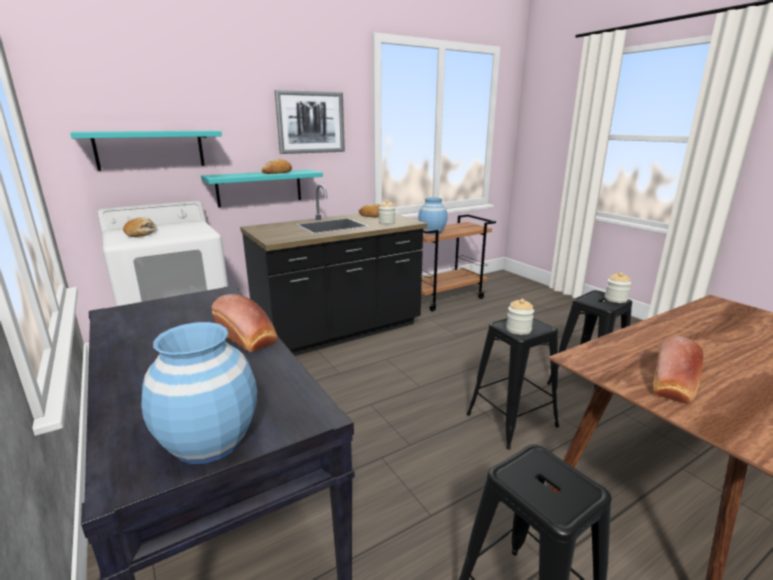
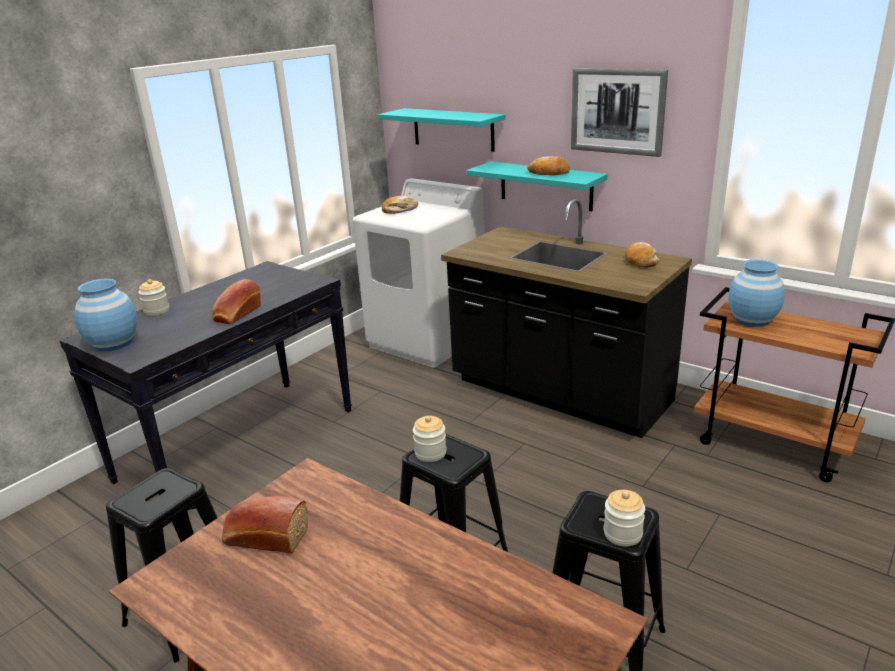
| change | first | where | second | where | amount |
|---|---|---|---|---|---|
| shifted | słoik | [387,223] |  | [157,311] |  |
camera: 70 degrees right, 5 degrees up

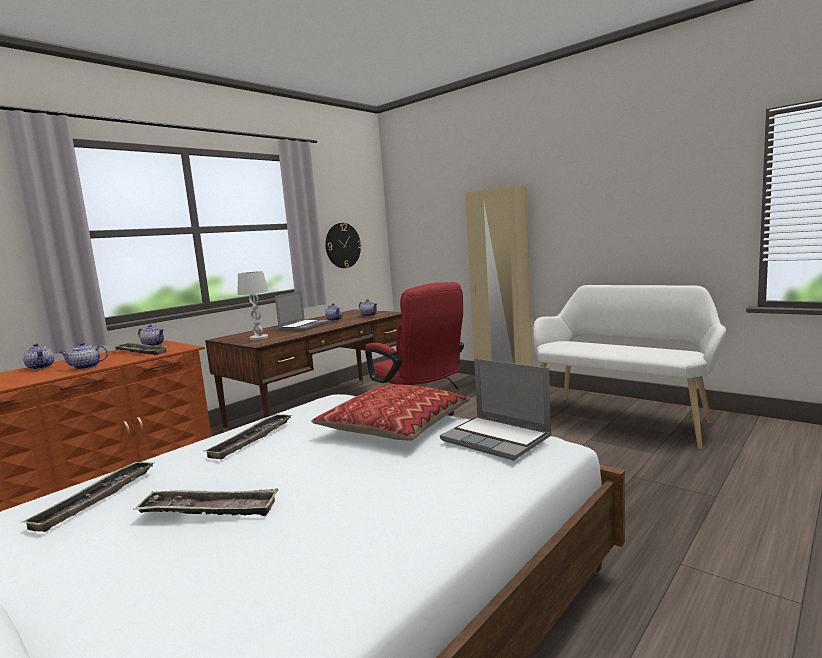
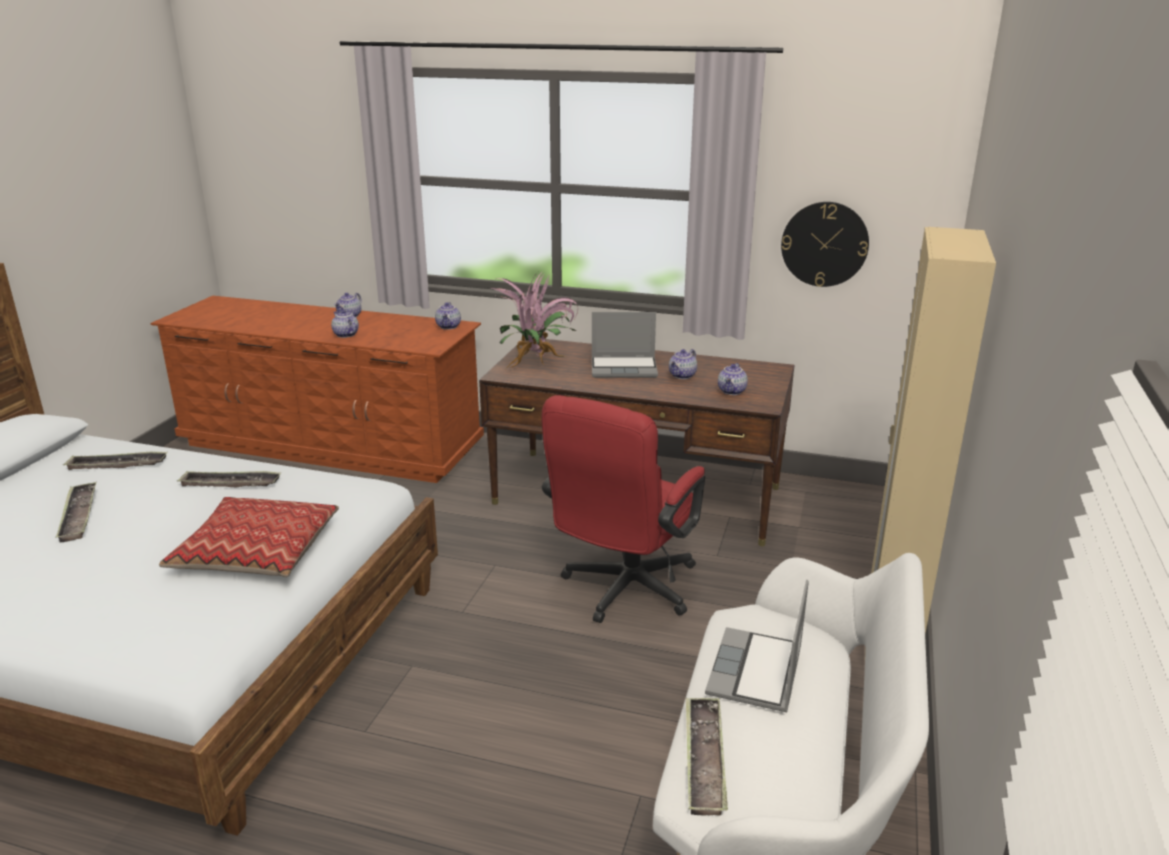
| change | first | where | second | where | amount |
|---|---|---|---|---|---|
| swapped | lampa stołowa/biały | [259,338] | roślina doniczkowa | [537,364] |  |
| shifted | taca | [141,352] |  | [704,760] |  |
| shifted | laptop | [497,439] |  | [756,673] |  |
camera: 65 degrees right, 15 degrees up

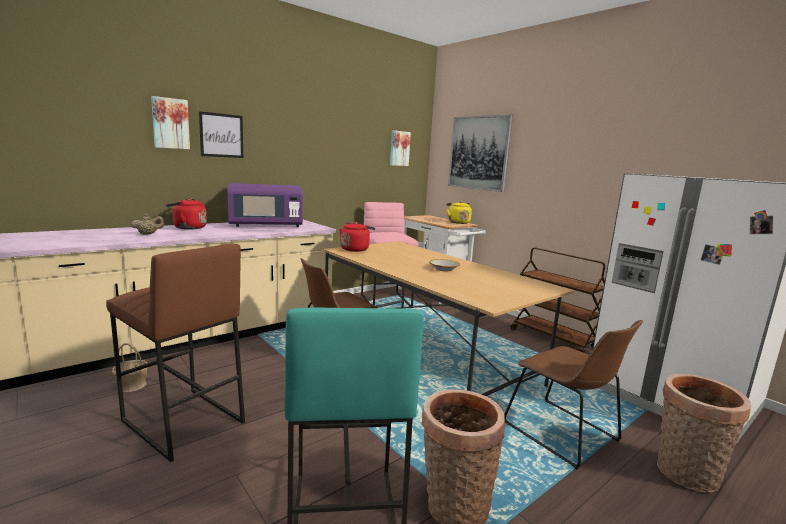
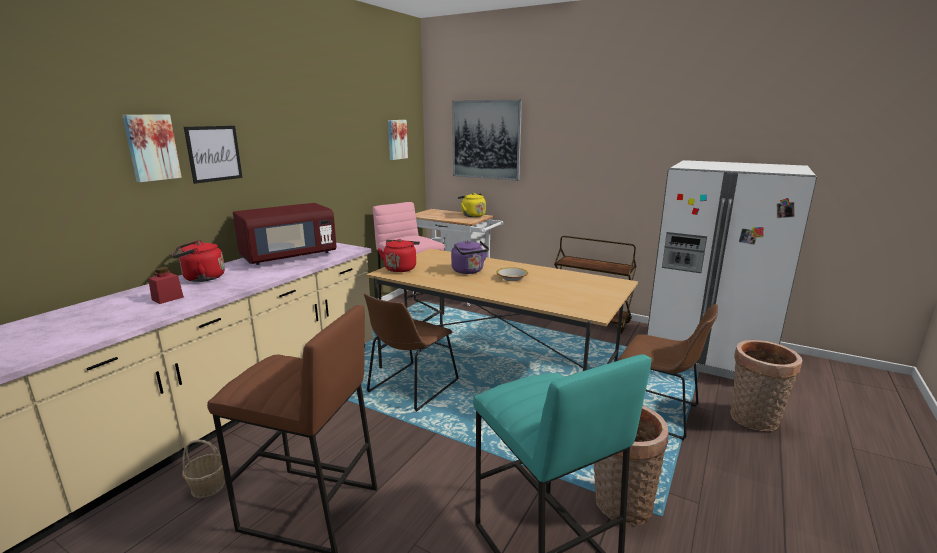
| change | first | where | second | where | amount |
|---|---|---|---|---|---|
| repainted | mikrofalówka/fioletowy | [266,225] | mikrofalówka/czerwony | [289,256] |  |
| swapped | imbryk/beżowy | [148,234] | słoik/czerwony | [167,298] |  |
| new |  |  | czajnik/fioletowy | [469,271] |  |
camera: 20 degrees left, 5 degrees up

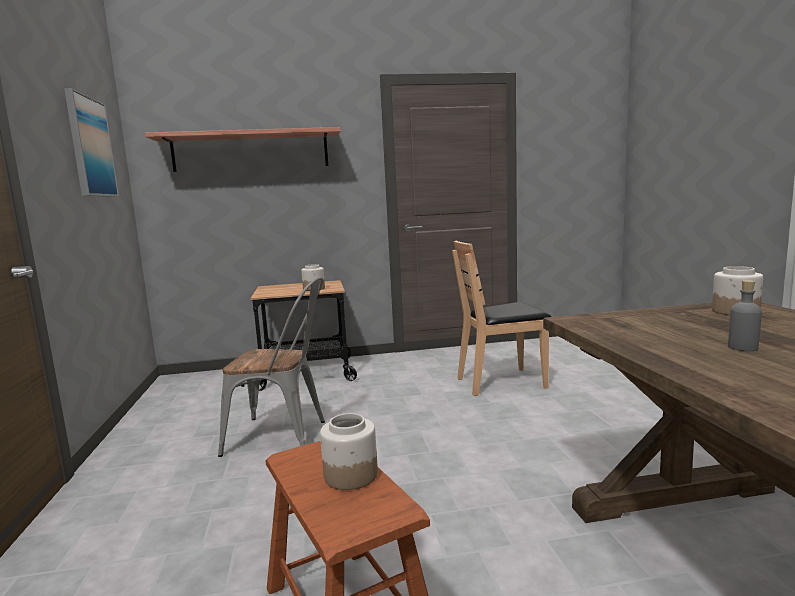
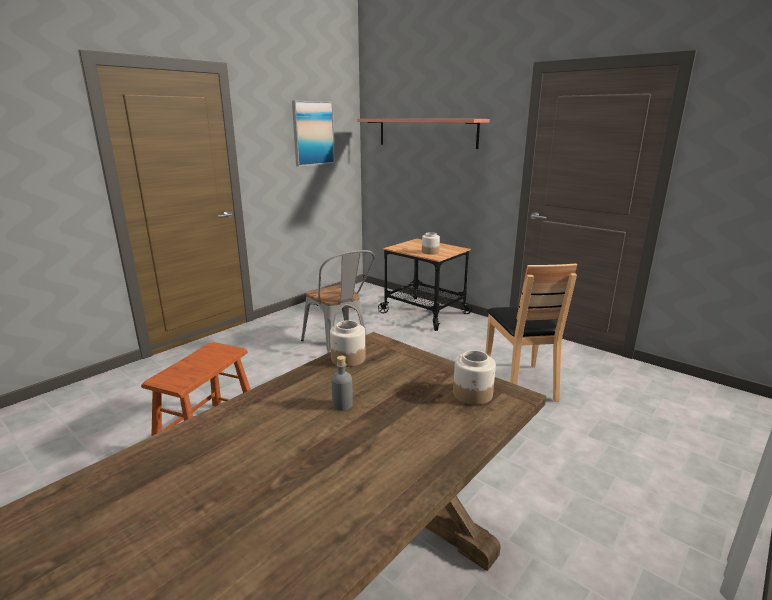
| change | first | where | second | where | amount |
|---|---|---|---|---|---|
| rotated | krzesło/brązowy | [501,382] |  | [520,383] | 135 degrees counterclockwise |
| shifted | słoik | [350,475] |  | [348,358] |  |
camera: 50 degrees right, 10 degrees up

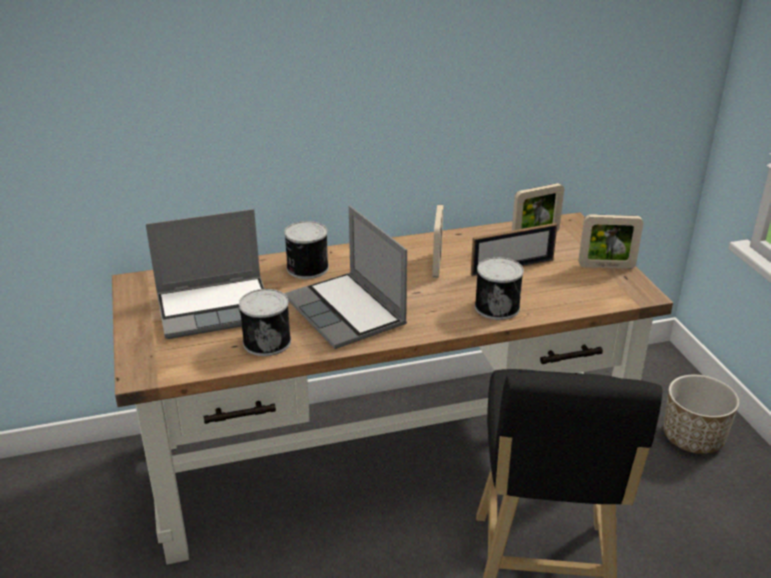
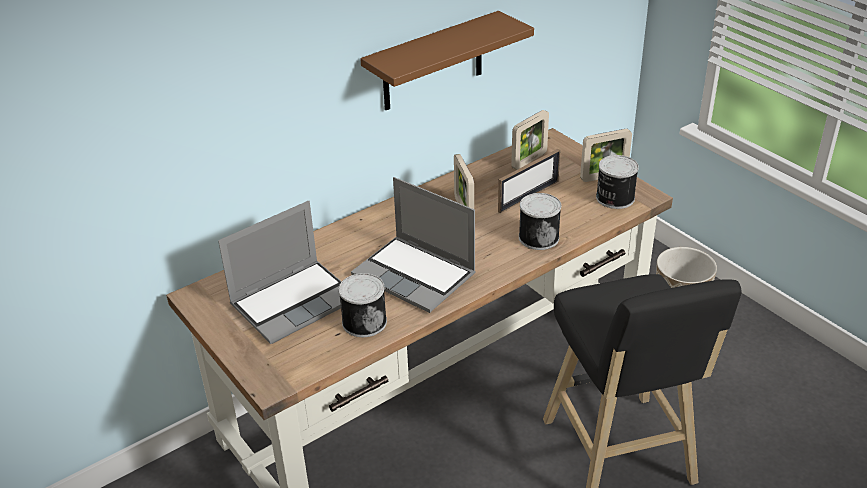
| change | first | where | second | where | amount |
|---|---|---|---|---|---|
| shifted | puszka | [306,268] |  | [614,198] |  |
| new |  |  | półka/brązowy | [433,62] |  |
camera: 20 degrees left, 5 degrees up

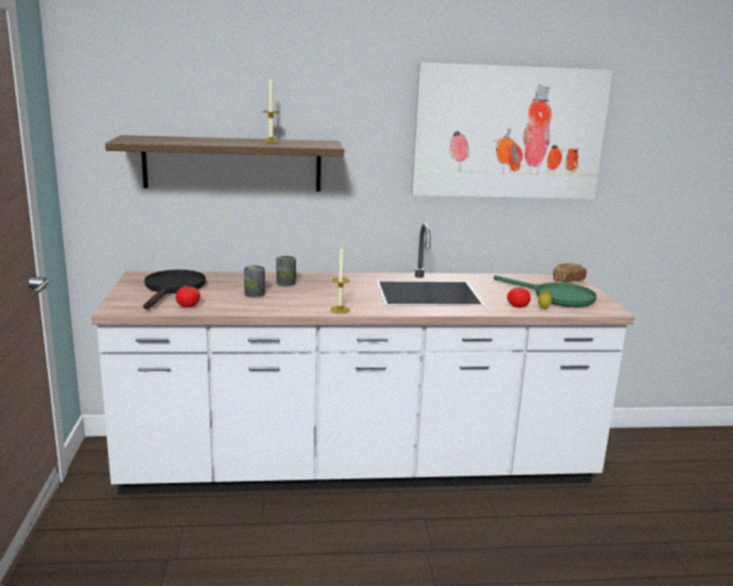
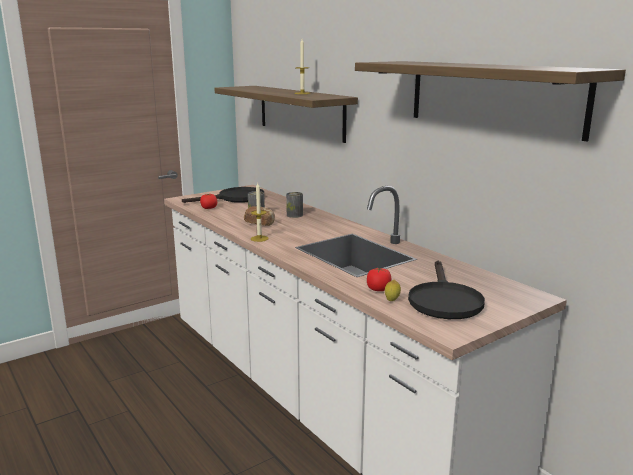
| change | first | where | second | where | amount |
|---|---|---|---|---|---|
| swapped | obraz | [508,132] | półka | [492,96] |  |
| shifted | chleb | [567,280] |  | [260,223] |  |
| repainted | patelnia/zielony | [555,297] | patelnia/czarny | [443,300] |  |
camera: 60 degrees right, 0 degrees up

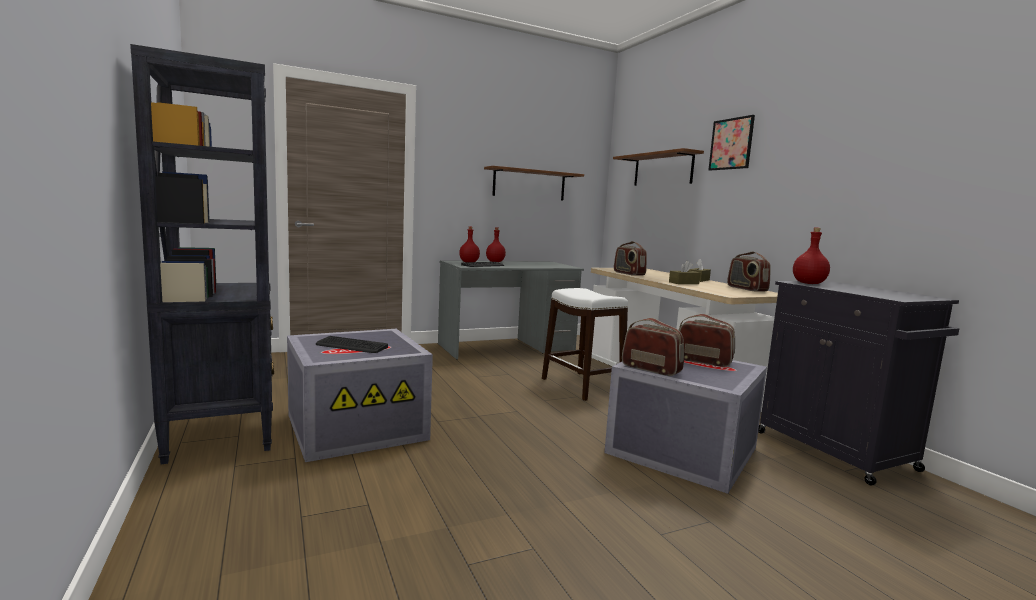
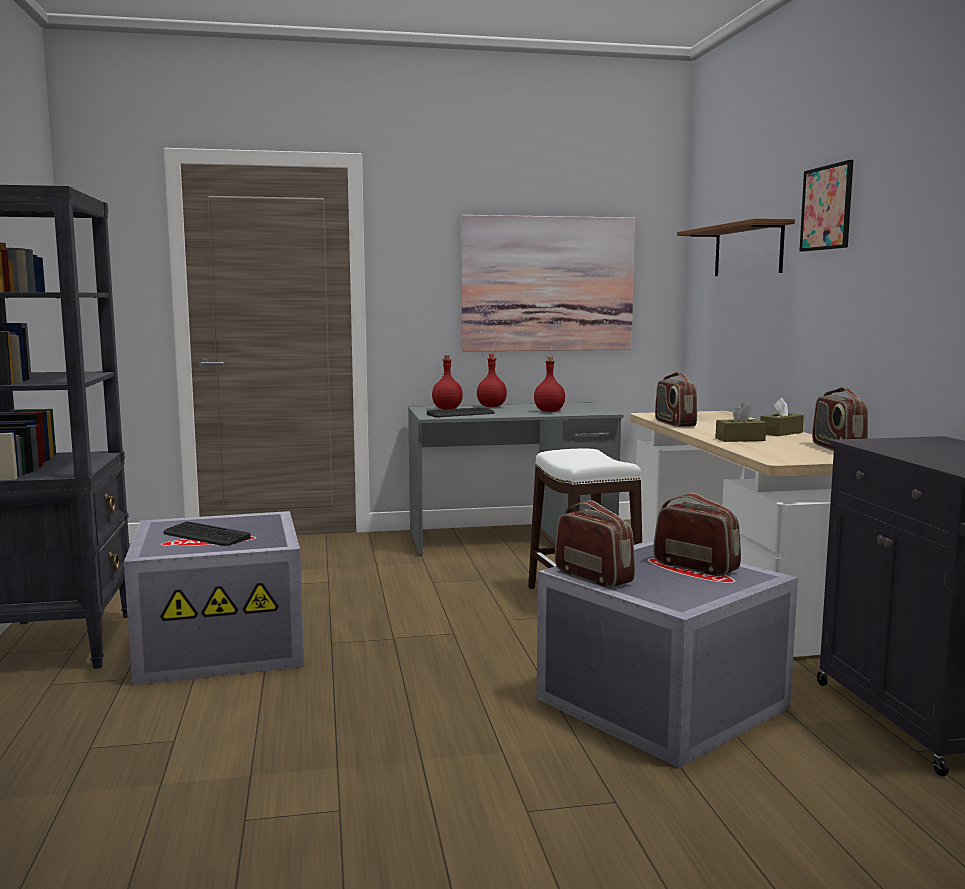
| change | first | where | second | where | amount |
|---|---|---|---|---|---|
| swapped | półka/brązowy | [529,184] | obraz | [547,284] |  |
| shifted | butelka/czerwony | [809,283] |  | [550,411] |  |
camera: 15 degrees right, 0 degrees up

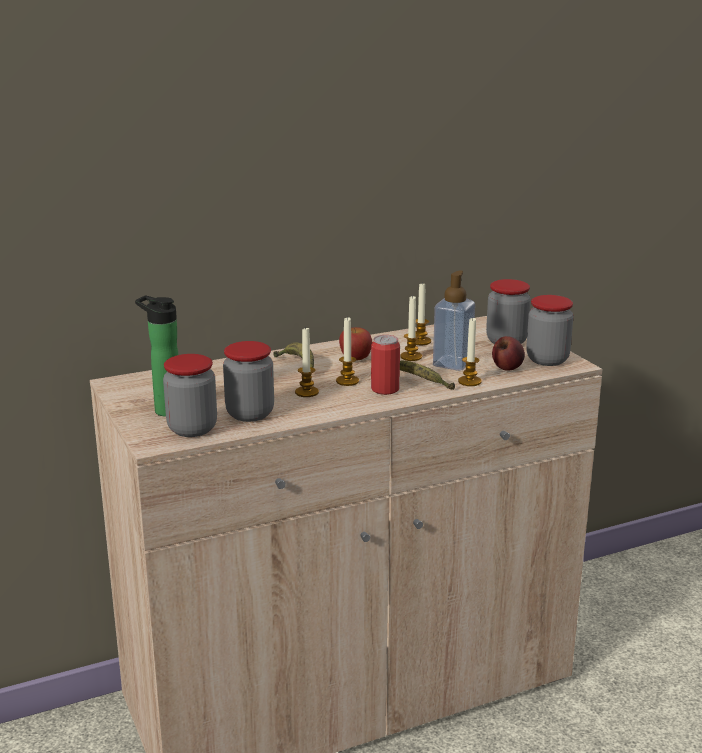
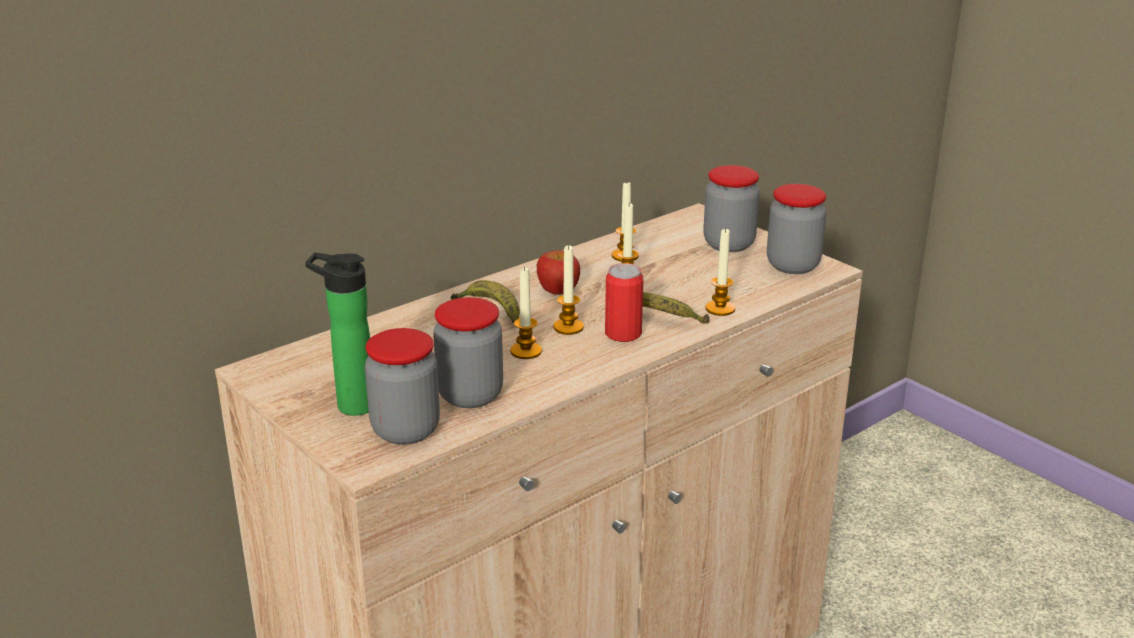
| change | first | where | second | where | amount |
|---|---|---|---|---|---|
| gone | dozownik mydła | [452,364] |  |  |  |
| gone | jabłko | [507,368] |  |  |  |
camera: 15 degrees left, 5 degrees up

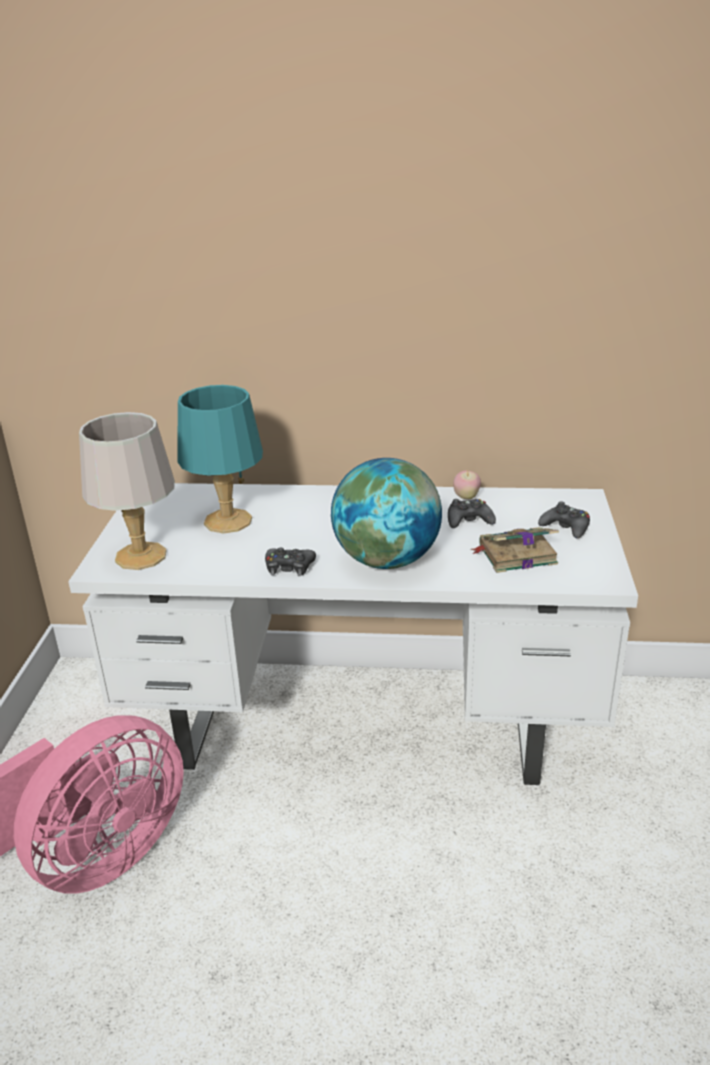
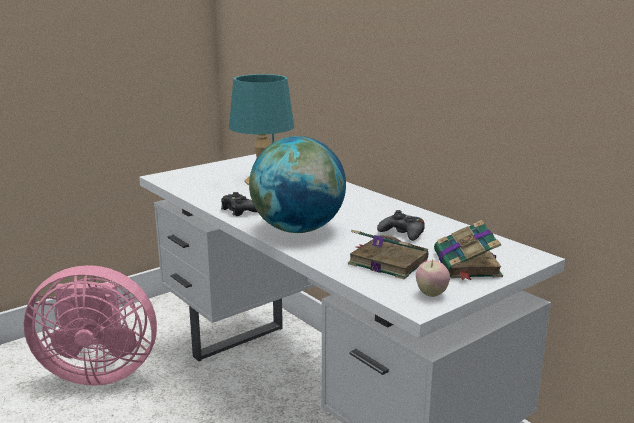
| change | first | where | second | where | amount |
|---|---|---|---|---|---|
| gone | lampa stołowa/szary | [140,557] |  |  |  |
| shifted | jabłko | [466,497] |  | [431,294] |  |
| swapped | pad do gier/czarny | [566,527] | książka | [467,265] |  |
camera: 45 degrees right, 10 degrees down

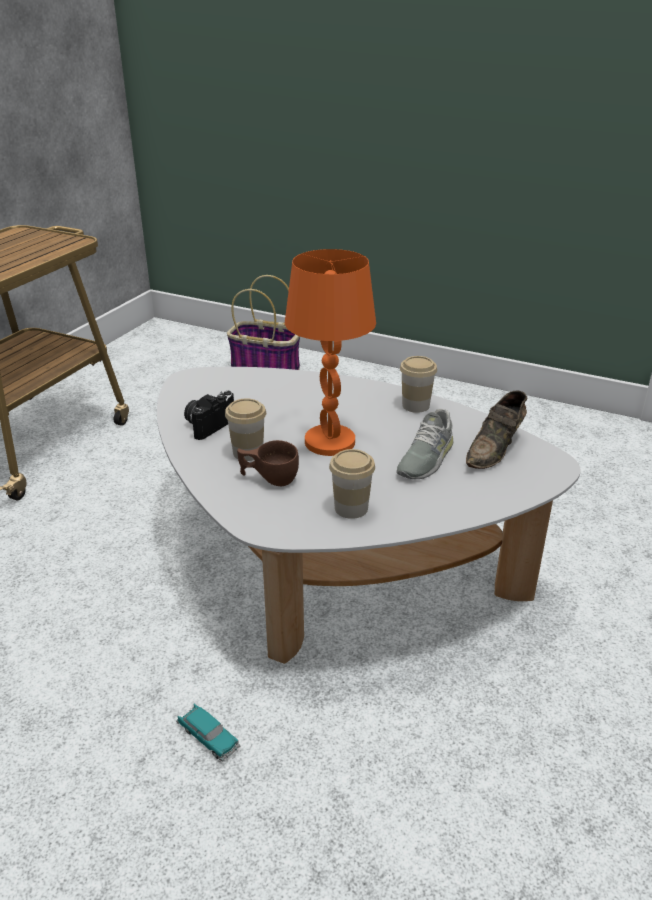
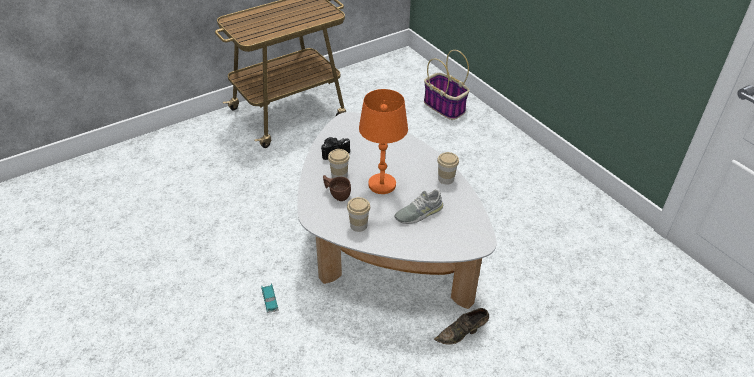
| change | first | where | second | where | amount |
|---|---|---|---|---|---|
| shifted | but/brązowy | [495,450] |  | [462,334] |  |
camera: 30 degrees right, 10 degrees up

